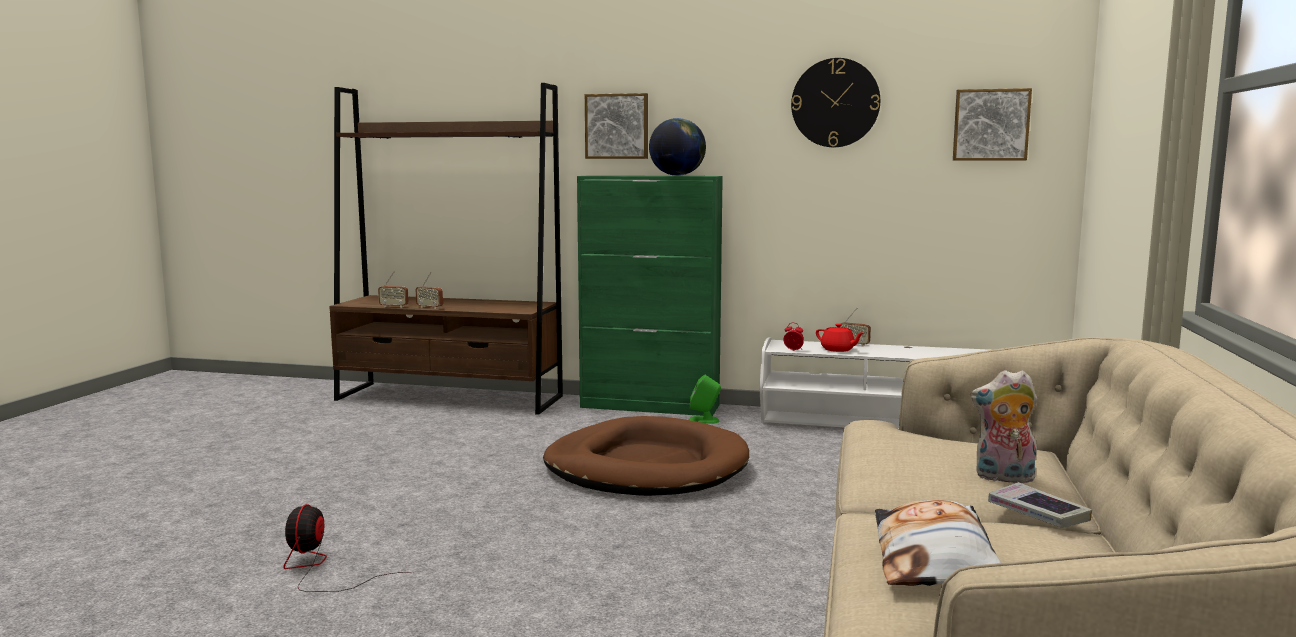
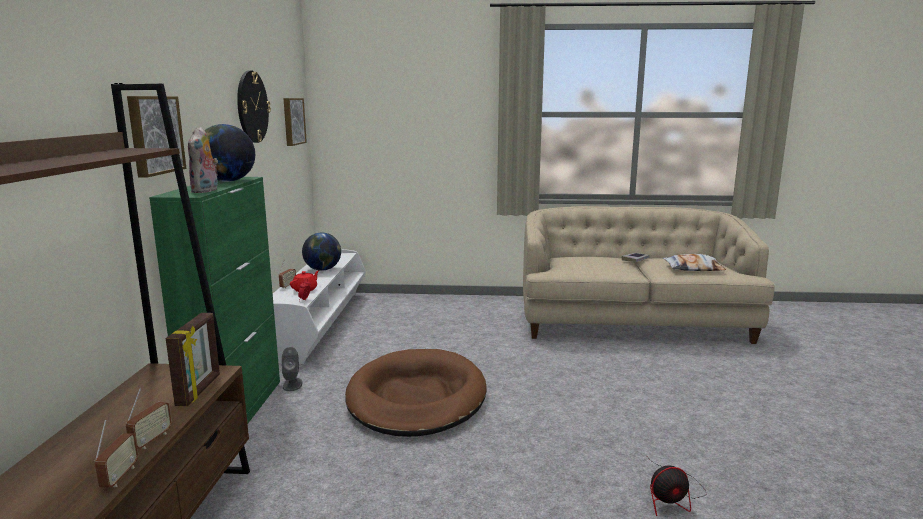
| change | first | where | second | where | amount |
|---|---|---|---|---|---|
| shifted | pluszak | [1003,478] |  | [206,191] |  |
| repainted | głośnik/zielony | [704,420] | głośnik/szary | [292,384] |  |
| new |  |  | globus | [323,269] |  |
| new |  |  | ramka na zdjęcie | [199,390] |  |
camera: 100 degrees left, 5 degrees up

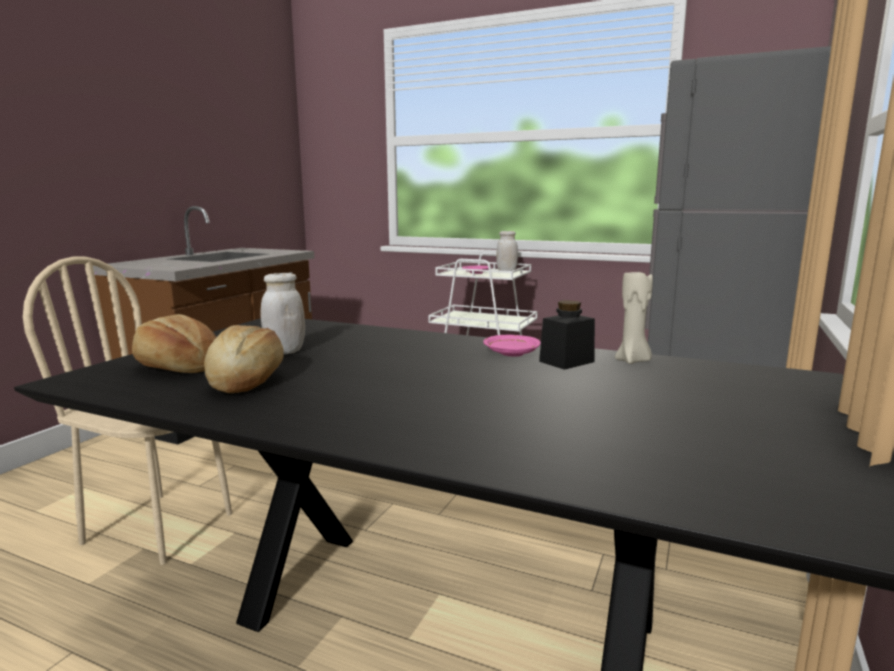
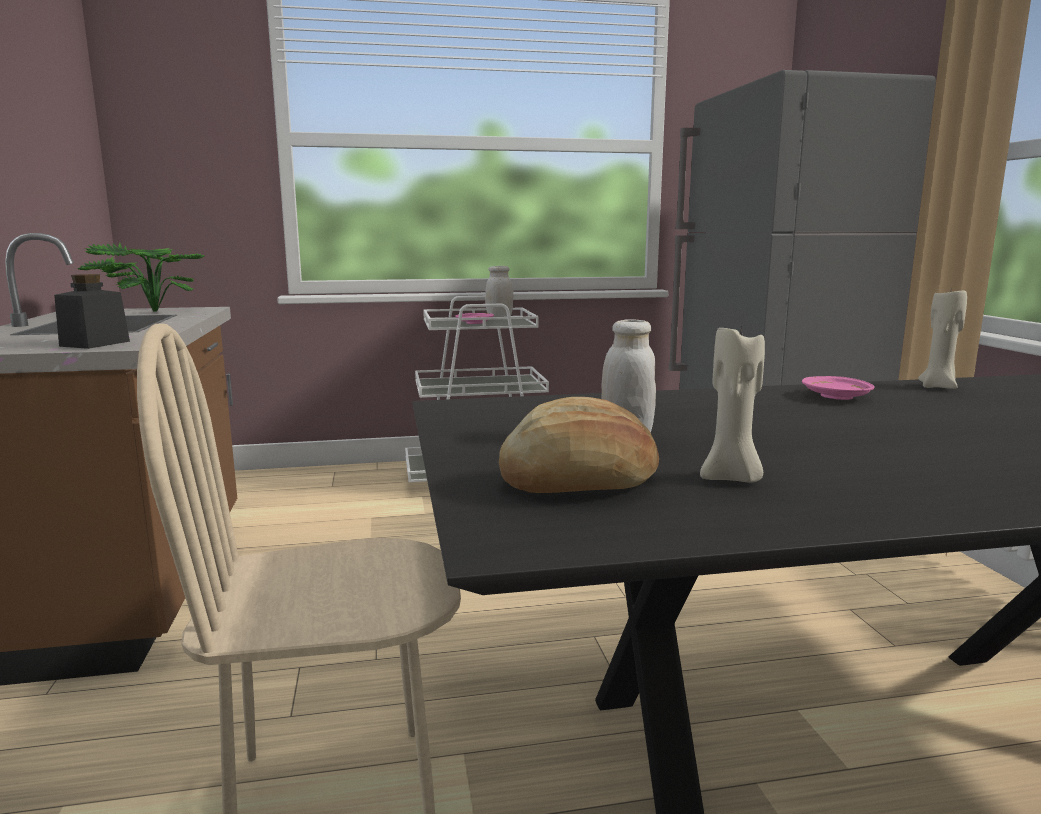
| change | first | where | second | where | amount |
|---|---|---|---|---|---|
| shifted | słoik/czarny | [566,361] |  | [95,344] |  |
| swapped | chleb | [246,381] | świeca/beżowy | [731,478] |  |
| new |  |  | roślina doniczkowa | [147,312] |  |
camera: 35 degrees left, 0 degrees up

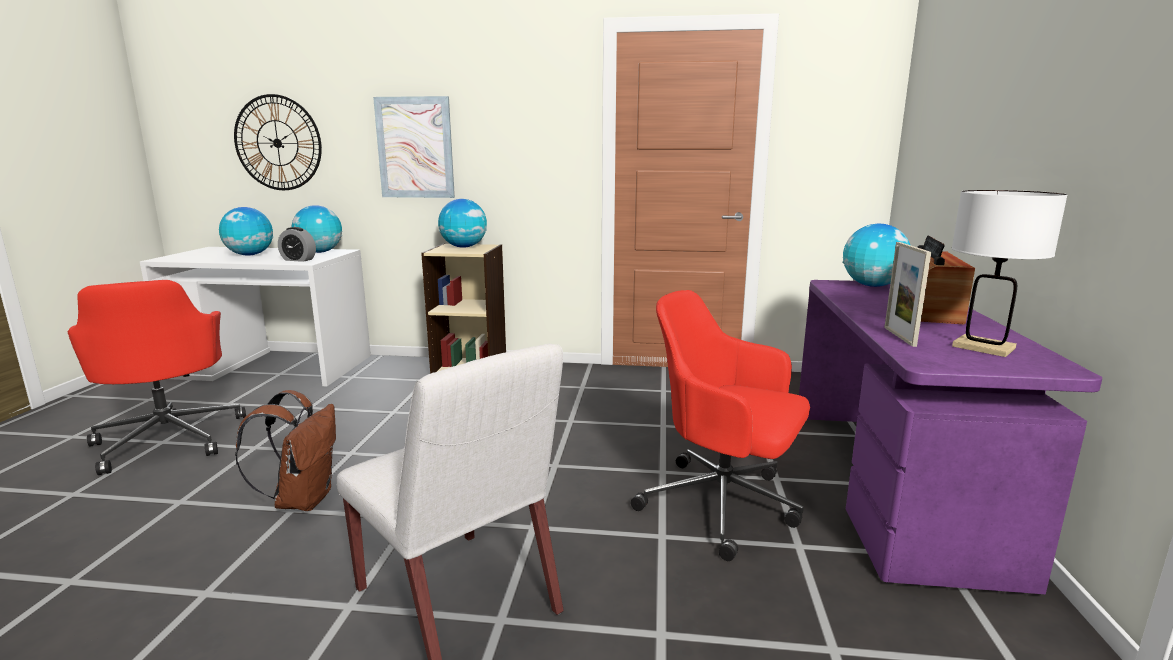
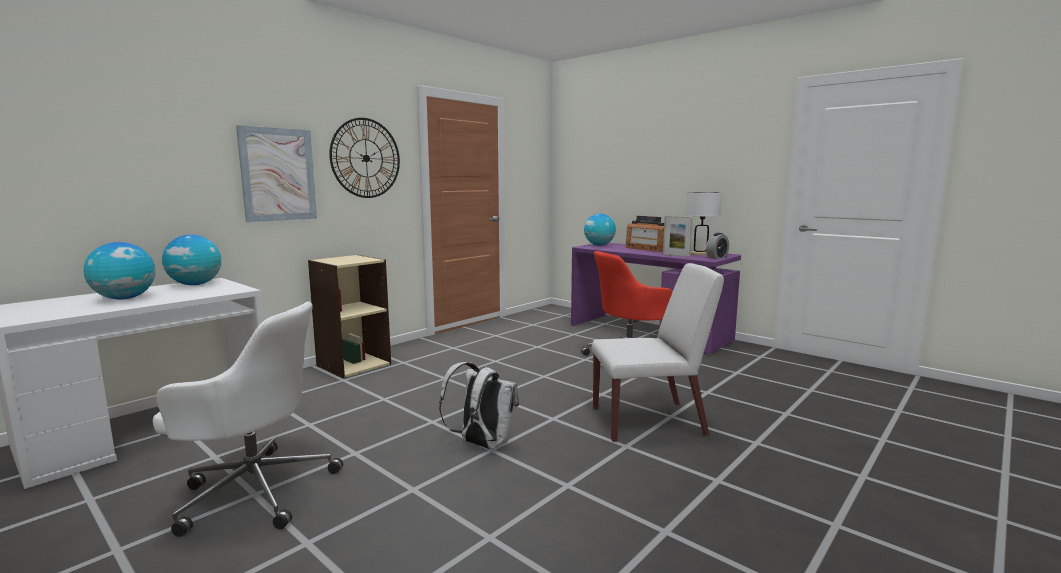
| change | first | where | second | where | amount |
|---|---|---|---|---|---|
| shifted | zegar ścienny | [277,143] |  | [366,158] |  |
| gone | globus | [463,247] |  |  |  |
| shifted | budzik | [298,260] |  | [717,257] |  |
| repainted | krzesło biurowe/czerwony | [169,439] | krzesło biurowe/biały | [254,490] |  |
| repainted | plecak/brązowy | [303,499] | plecak/biały | [482,444] |  |
camera: 55 degrees left, 5 degrees down

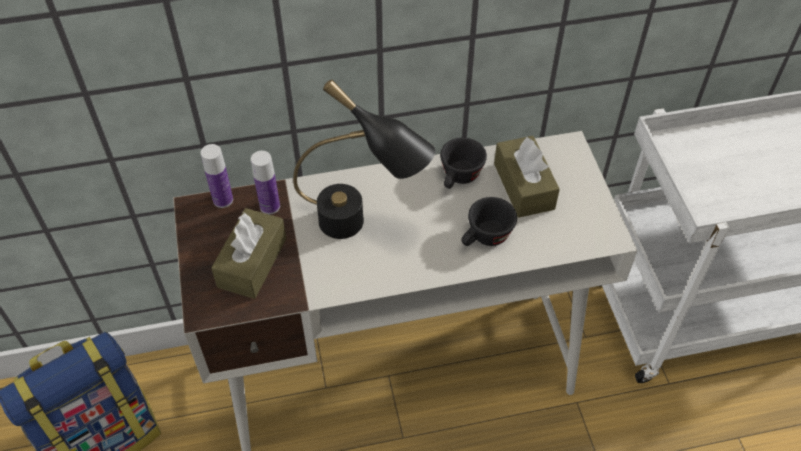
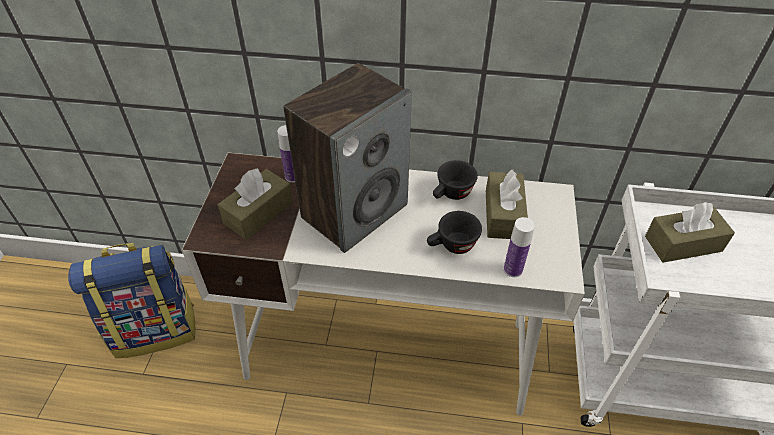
| change | first | where | second | where | amount |
|---|---|---|---|---|---|
| swapped | lampa stołowa/czarny | [361,228] | głośnik | [354,211] |  |
| shifted | butelka | [223,200] |  | [513,269] |  |
| new |  |  | pudełko chusteczek/brązowy | [683,244] |  |
camera: 20 degrees right, 5 degrees down

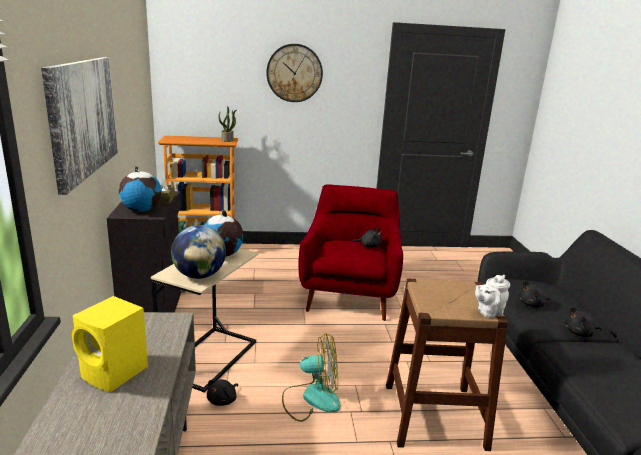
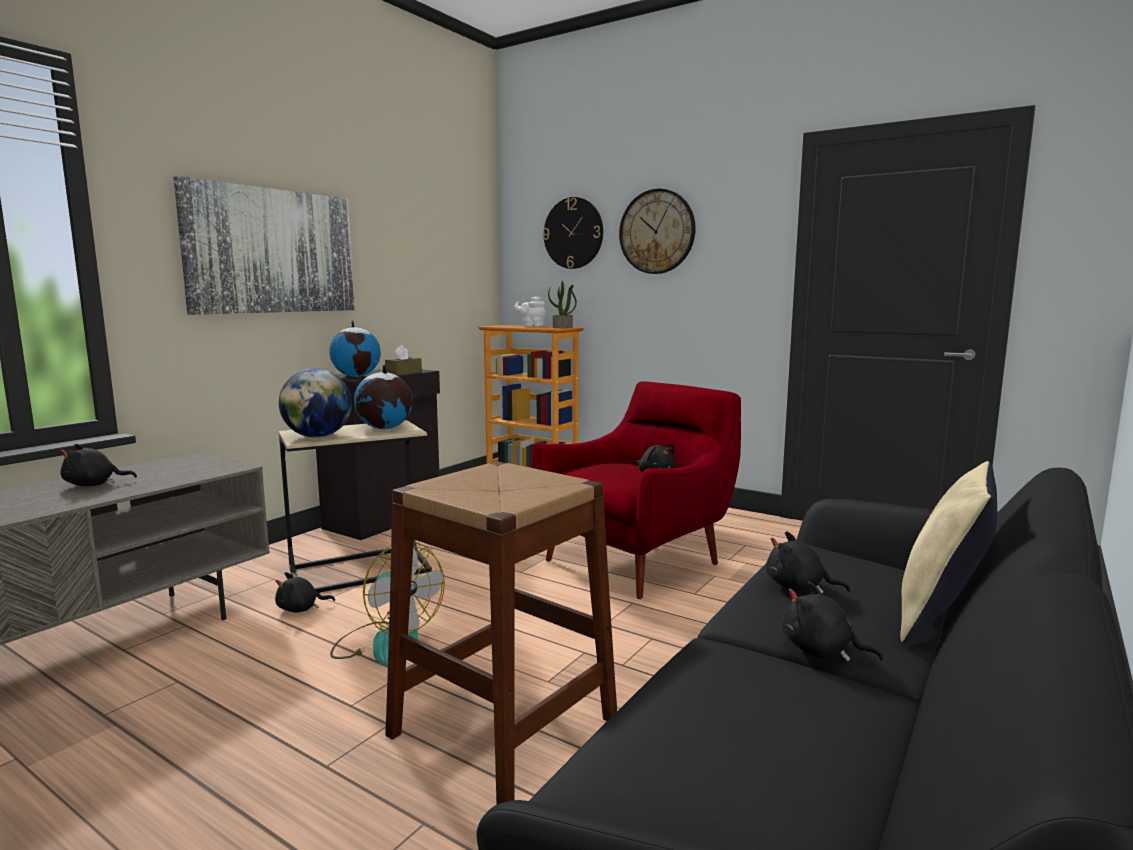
| change | first | where | second | where | amount |
|---|---|---|---|---|---|
| shifted | imbryk/biały | [488,312] |  | [531,326] |  |
| swapped | głośnik/żółty | [115,373] | pluszak/czarny | [94,485] |  |
| new |  |  | zegar ścienny | [573,233] |  |
| new |  |  | poduszka/beżowy | [940,618] |  |
camera: 40 degrees right, 10 degrees down

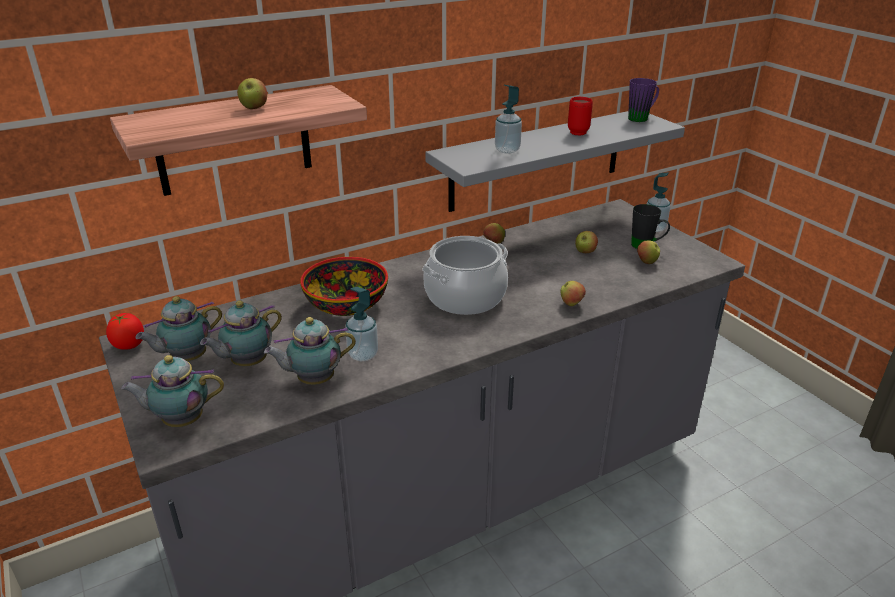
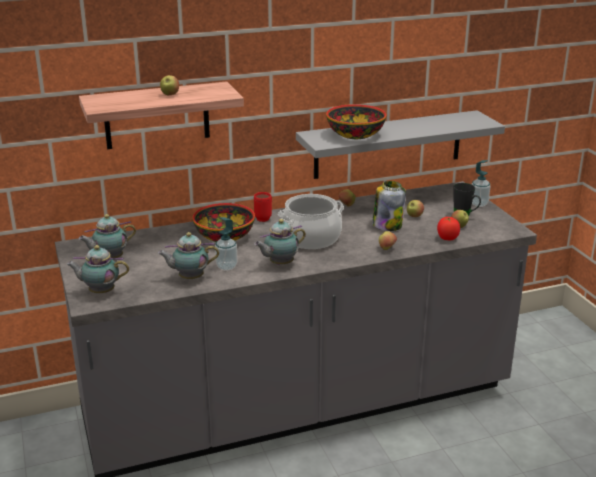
| change | first | where | second | where | amount |
|---|---|---|---|---|---|
| gone | kubek/fioletowy | [641,118] |  |  |  |
| swapped | dozownik mydła | [507,150] | miska | [356,134] |  |
| shifted | kubek/czerwony | [579,131] |  | [265,218] |  |
| shifted | imbryk | [247,363] |  | [279,264] |  |
| shifted | pomidor | [129,345] |  | [447,238] |  |
| new |  |  | słoik | [387,225] |  |
camera: 10 degrees right, 5 degrees down

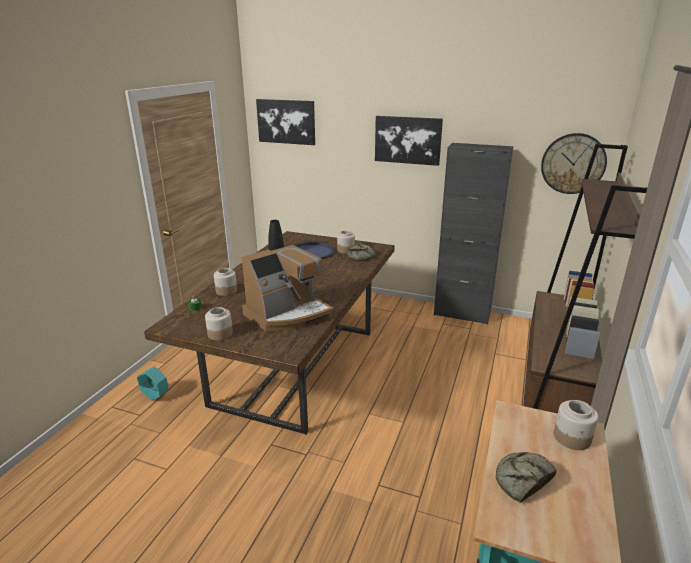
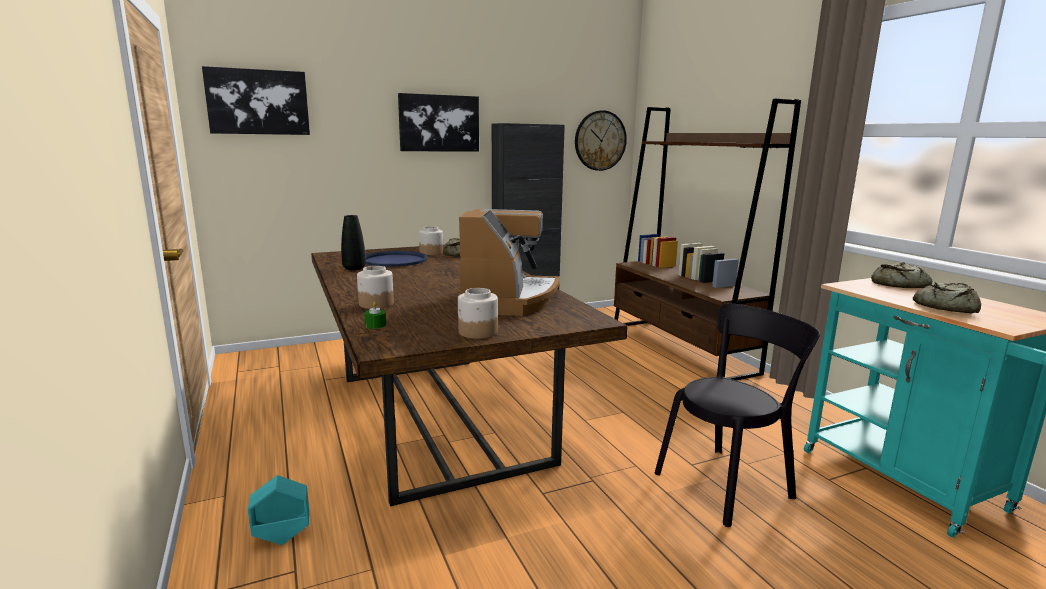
| change | first | where | second | where | amount |
|---|---|---|---|---|---|
| swapped | słoik | [572,438] | chleb | [898,284] |  |
| new |  |  | krzesło/czarny | [727,483] |  |
camera: 45 degrees left, 10 degrees down

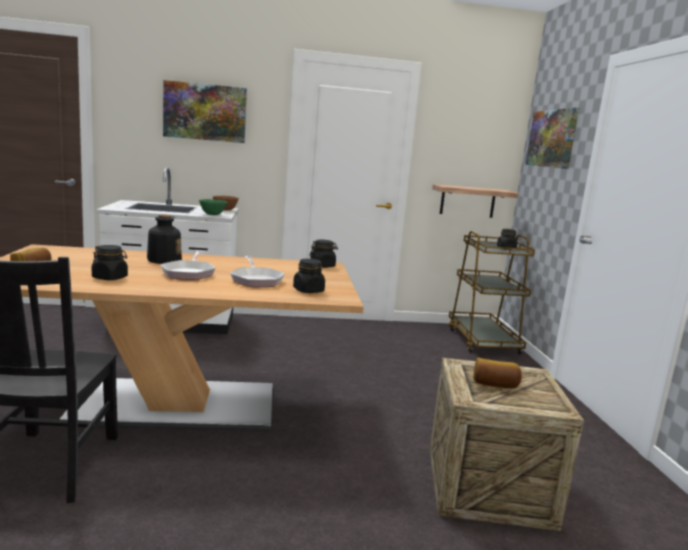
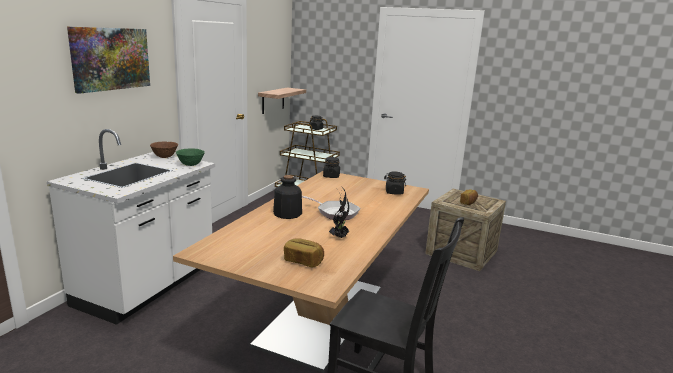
| change | first | where | second | where | amount |
|---|---|---|---|---|---|
| gone | obraz | [552,138] |  |  |  |
| swapped | słoik/czarny | [110,278] | roślina doniczkowa | [340,237] |  |
| gone | patelnia | [256,280] |  |  |  |
camera: 60 degrees left, 5 degrees up

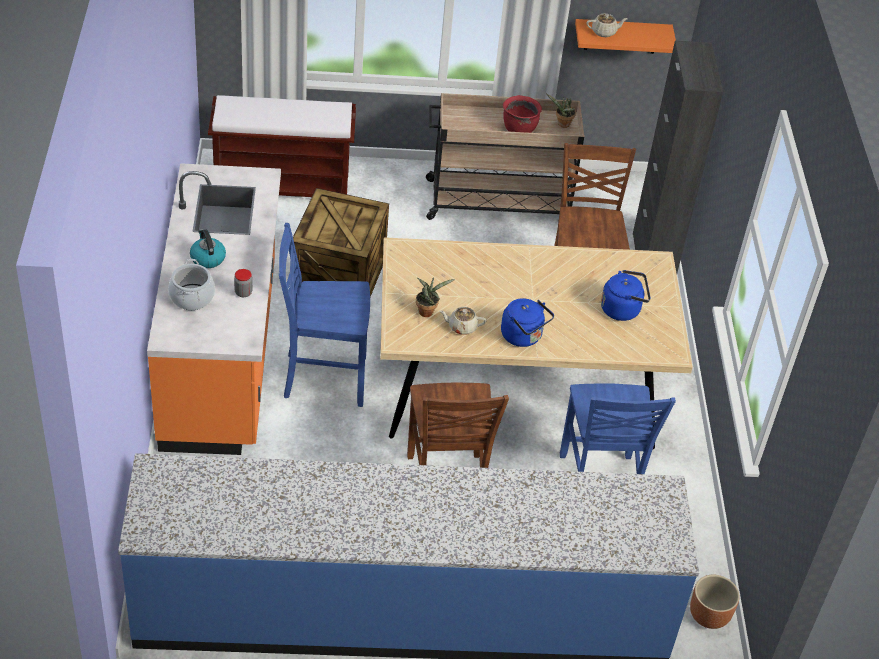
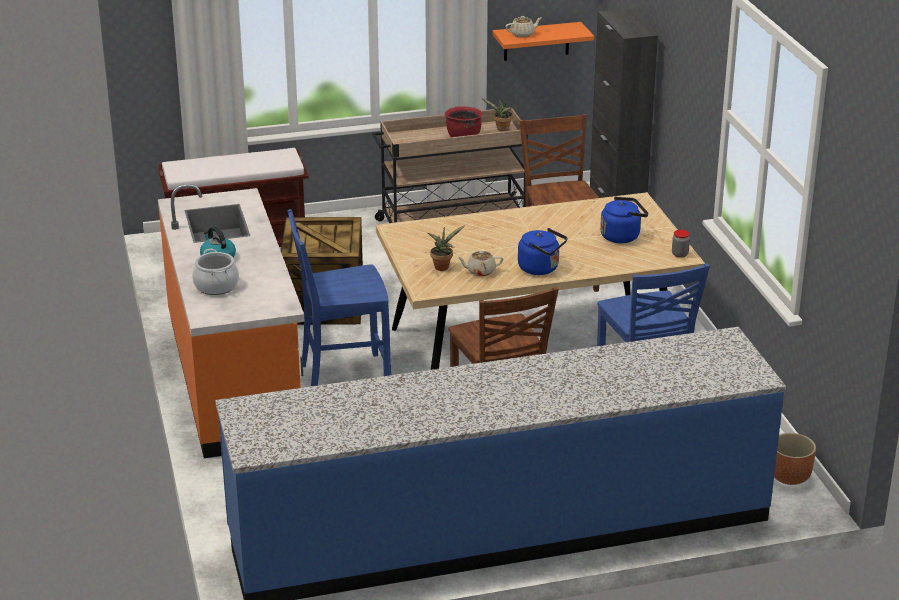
| change | first | where | second | where | amount |
|---|---|---|---|---|---|
| shifted | słoik | [243,292] |  | [680,254] |  |
camera: 10 degrees left, 15 degrees down

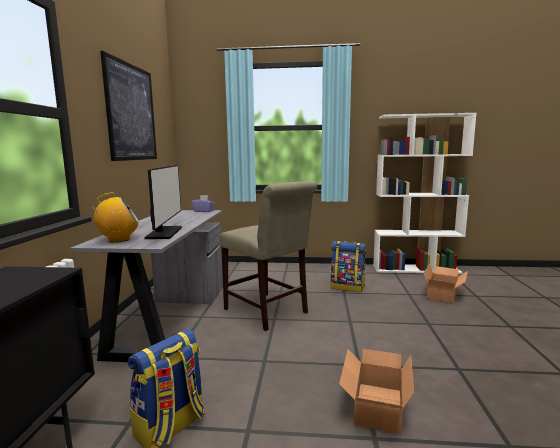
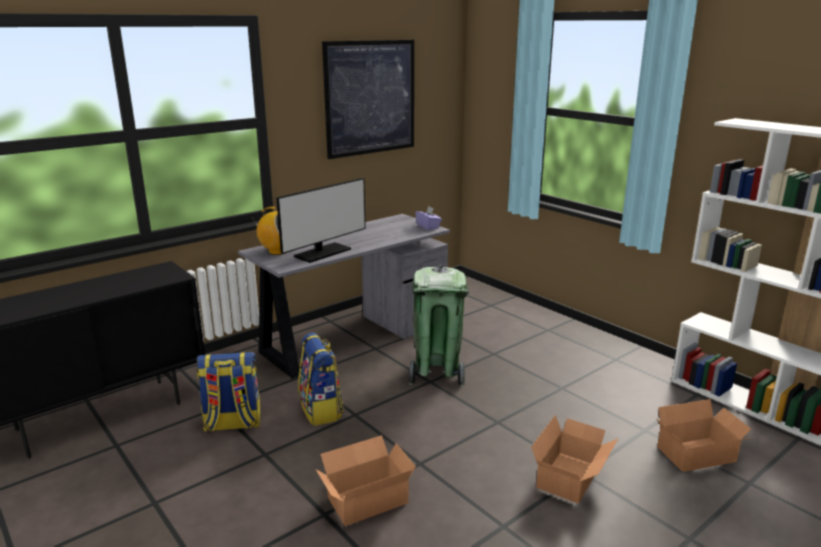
| change | first | where | second | where | amount |
|---|---|---|---|---|---|
| swapped | krzesło/beżowy | [268,312] | kosz na śmieci/zielony | [437,372] |  |
| shifted | plecak | [348,287] |  | [321,410] |  |
| new |  |  | karton | [571,477] |  |
camera: 45 degrees right, 10 degrees up

